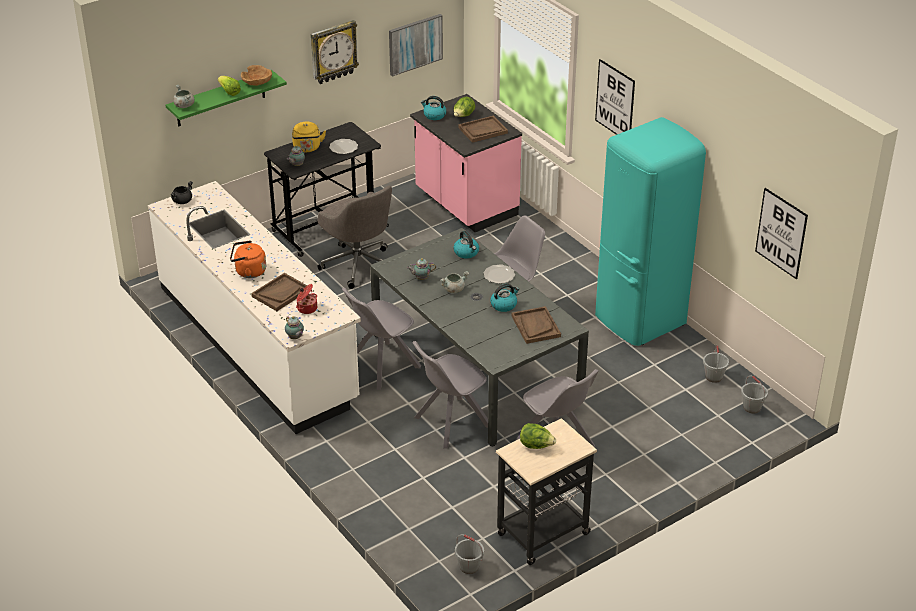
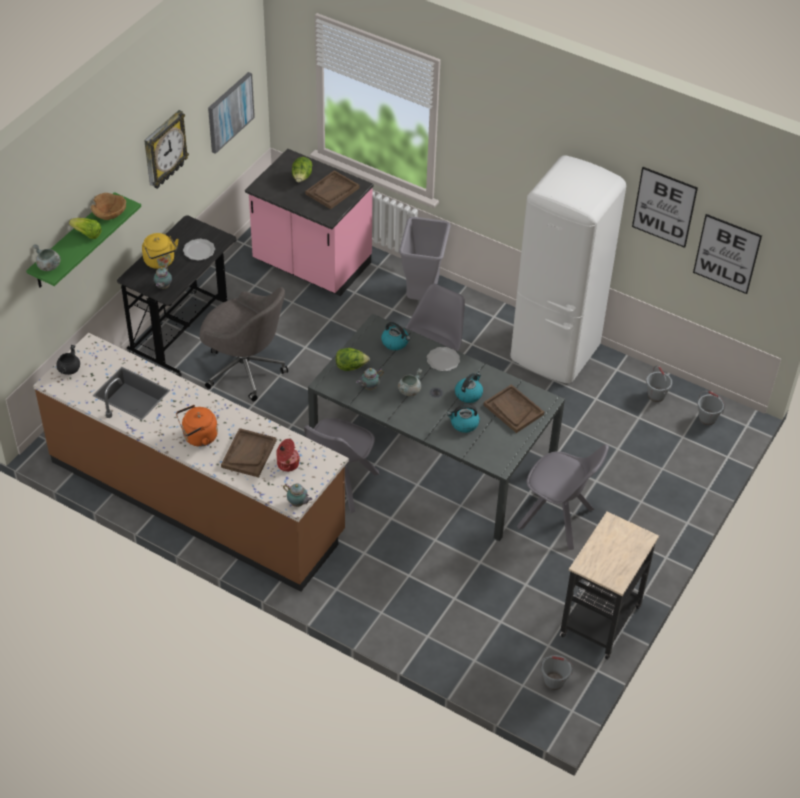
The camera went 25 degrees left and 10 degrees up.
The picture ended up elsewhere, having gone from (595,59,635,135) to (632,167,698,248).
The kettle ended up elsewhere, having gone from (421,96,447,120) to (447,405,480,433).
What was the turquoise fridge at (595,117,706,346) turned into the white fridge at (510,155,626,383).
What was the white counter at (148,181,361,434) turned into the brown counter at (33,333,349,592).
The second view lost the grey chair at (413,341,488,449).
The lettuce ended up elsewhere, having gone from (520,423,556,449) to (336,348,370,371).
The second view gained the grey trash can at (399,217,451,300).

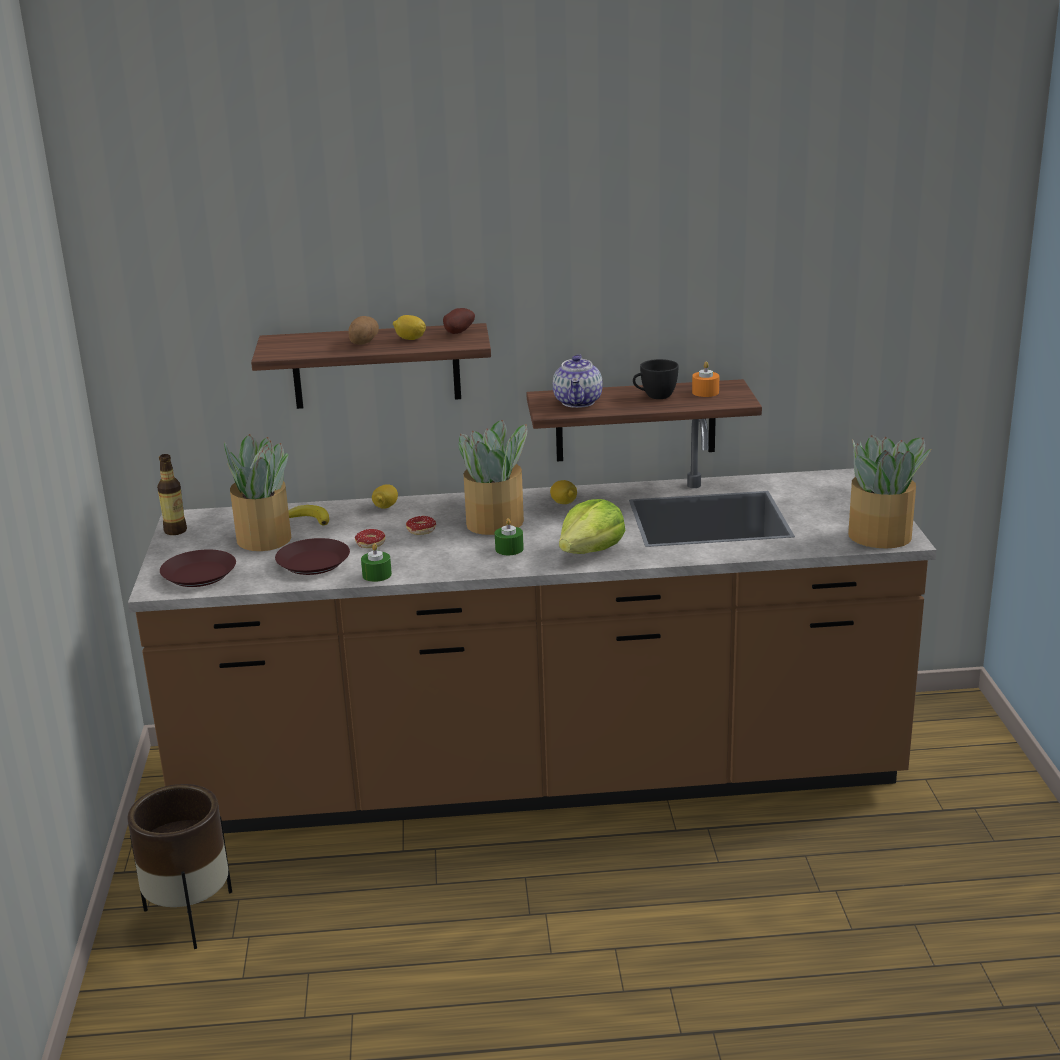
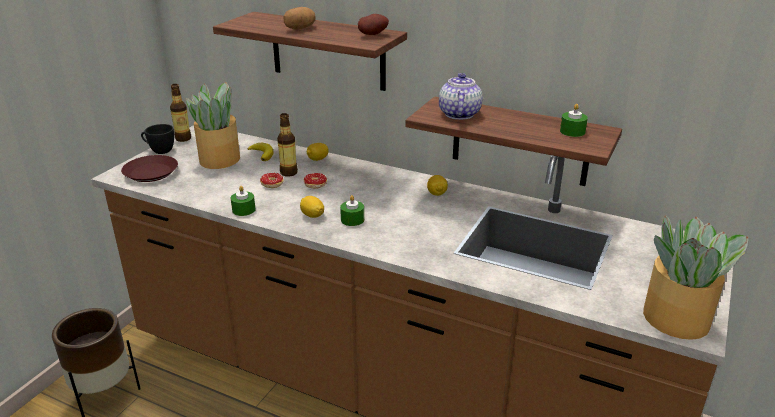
The camera went 30 degrees right and 5 degrees up.
The lemon ended up elsewhere, having gone from (393,315,426,340) to (300,196,324,218).
The teapot at (553,354,603,408) ended up facing another way, 150 degrees clockwise from before.
The black cup ended up elsewhere, having gone from (633,359,679,399) to (141,124,174,154).
What was the orange candle at (692,362,719,397) turned into the green candle at (560,104,588,137).
The second view lost the potted plant at (459,420,527,535).
The second view lost the lettuce at (559,499,626,554).
The second view lost the brown plate at (275,538,350,575).
The second view gained the bottle at (277,113,298,177).

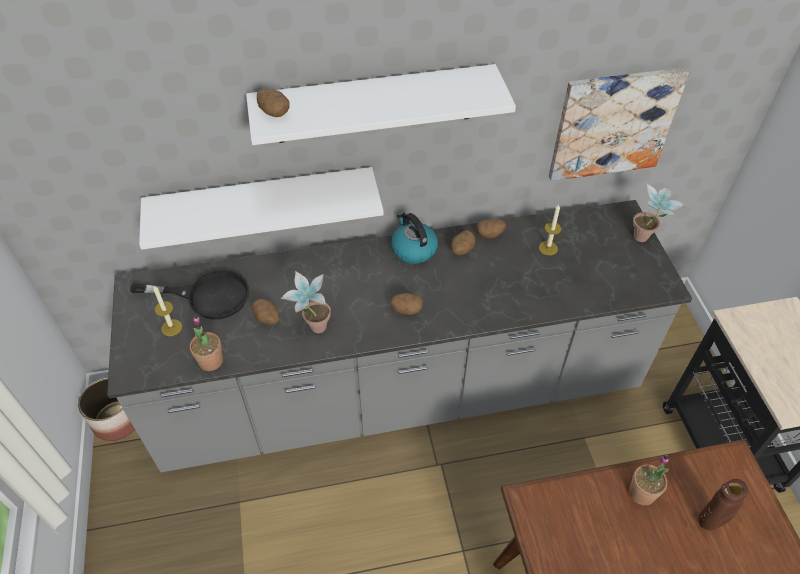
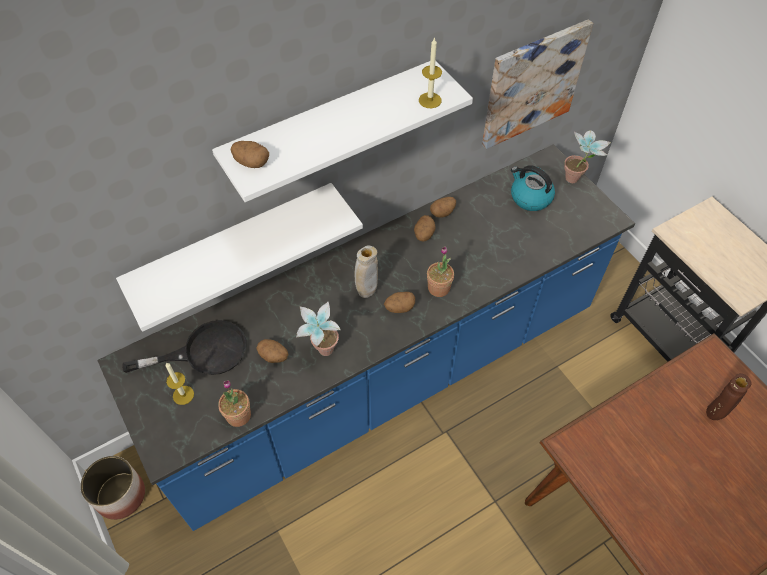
The camera went 20 degrees left and 5 degrees up.
What was the grey counter at (107,200,692,472) turned into the blue counter at (98,144,635,531).
The candle ended up elsewhere, having gone from (539,204,561,255) to (419,37,442,108).
The kettle ended up elsewhere, having gone from (391,212,438,264) to (511,165,555,211).
The potted plant ended up elsewhere, having gone from (629,455,669,505) to (427,246,454,297).
The second view gained the beige vase at (355,246,378,298).

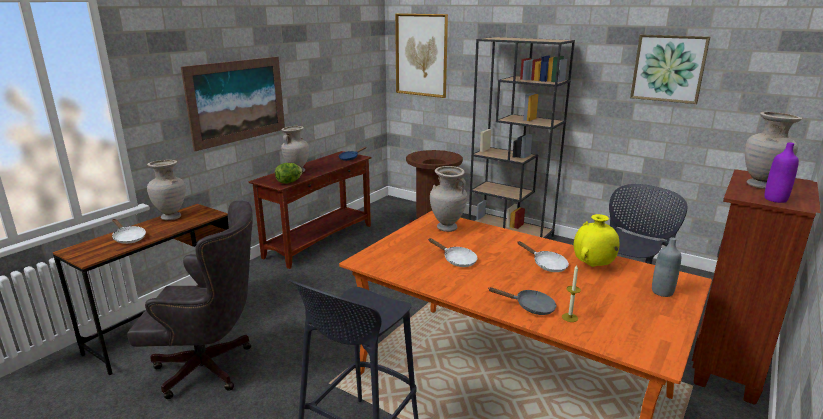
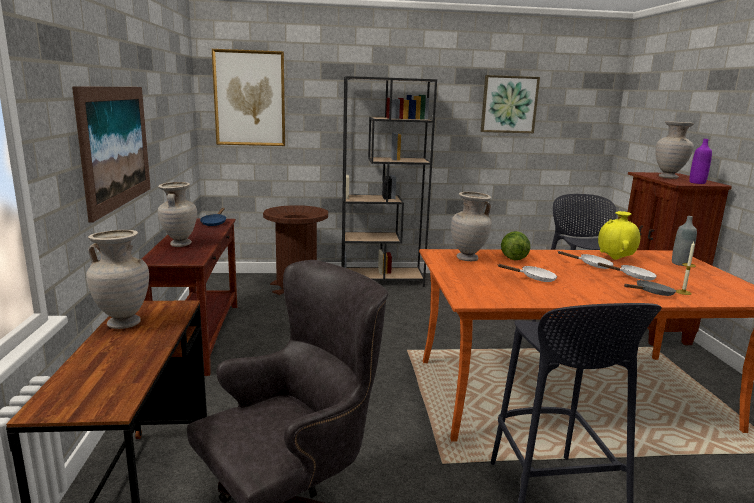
The camera went 40 degrees left and 5 degrees down.
The lettuce ended up elsewhere, having gone from (275,163,303,183) to (501,231,530,260).
The white frying pan ended up elsewhere, having gone from (112,219,146,244) to (598,263,657,281).

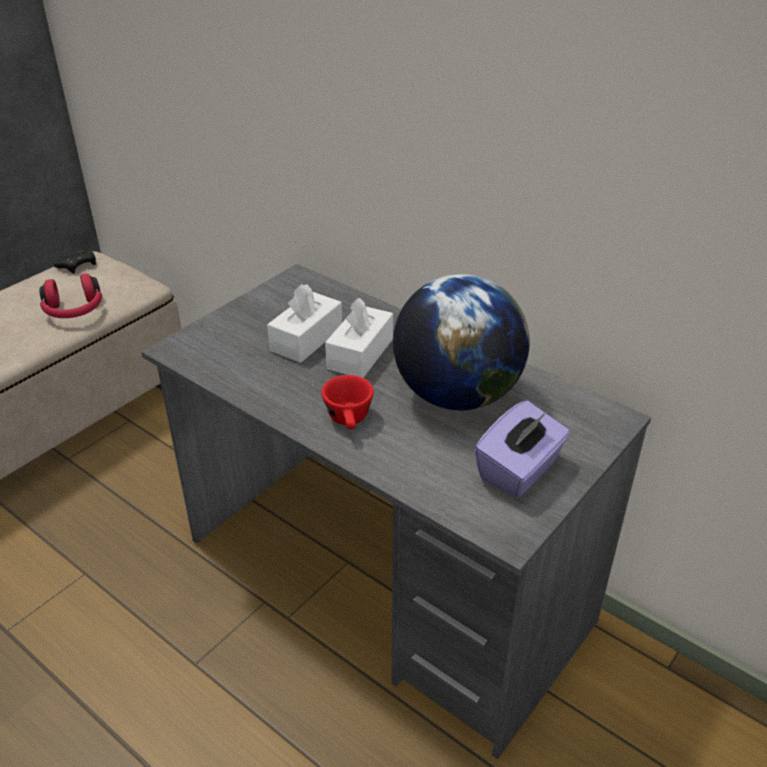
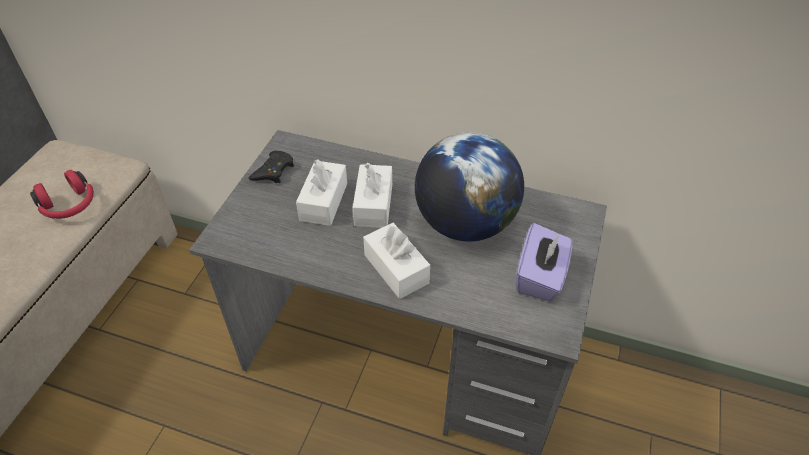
The camera went 20 degrees left and 10 degrees up.
The black game controller ended up elsewhere, having gone from (54,250,96,273) to (249,151,294,183).
Where the red cup stood at (321,375,374,429), the white tissue box came to stand at (363,223,430,299).

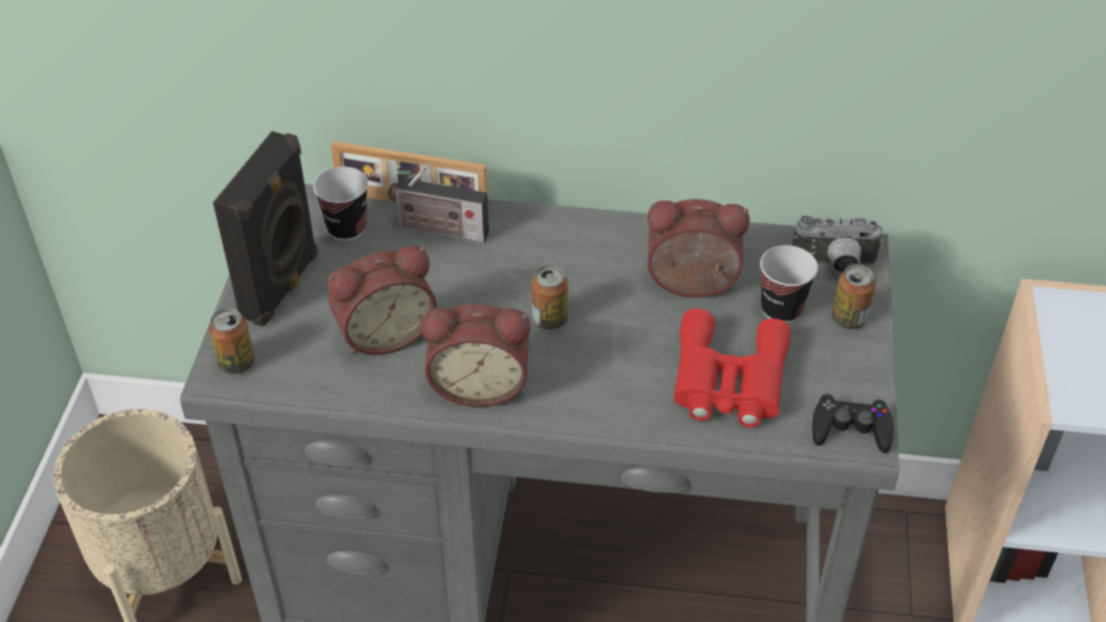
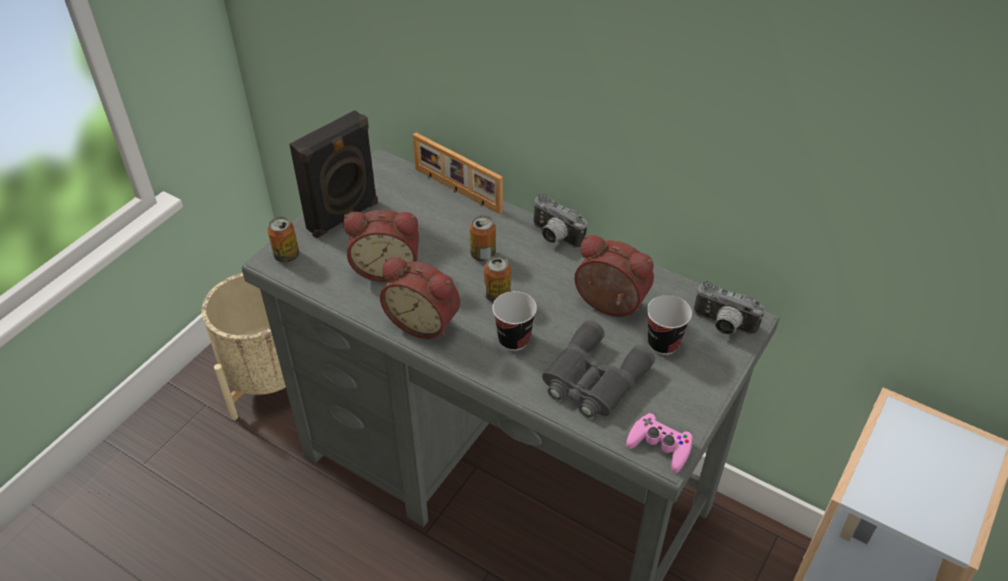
The camera went 25 degrees right and 0 degrees up.
The second view lost the radio at (388,165,489,243).
The cup ended up elsewhere, having gone from (313,167,368,241) to (492,291,537,351).
The can ended up elsewhere, having gone from (832,264,876,329) to (470,215,496,261).
What was the red binoculars at (674,309,791,428) turned into the grey binoculars at (542,320,655,418).
What was the black game controller at (812,393,894,453) turned into the pink game controller at (626,412,692,473).
The second view gained the photo camera at (532,193,587,249).

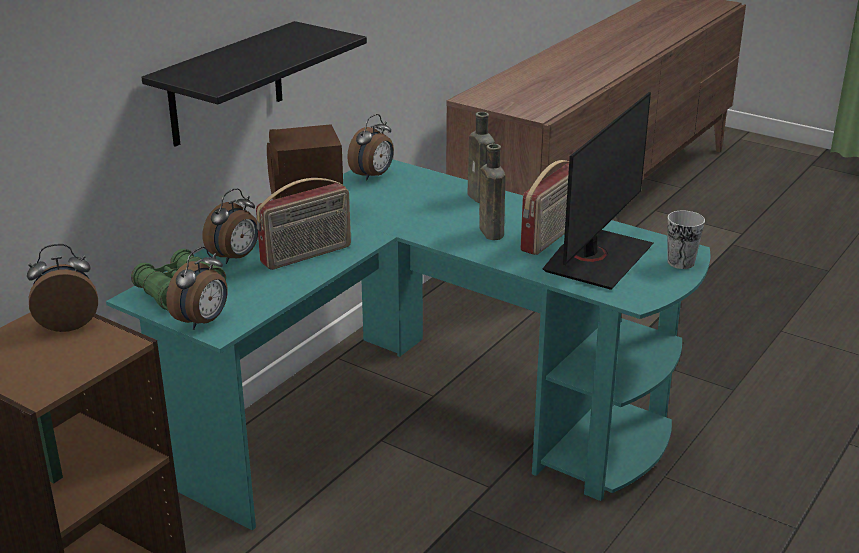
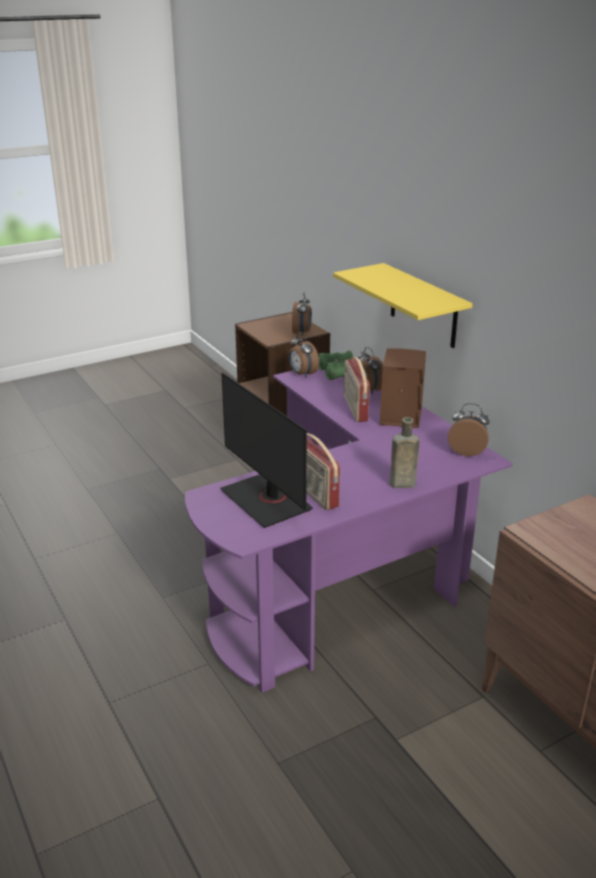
The camera went 115 degrees right and 0 degrees up.
What was the black shelf at (141,21,367,147) turned into the yellow shelf at (333,263,473,348).
The alarm clock at (347,114,394,181) ended up facing another way, 135 degrees clockwise from before.
The second view lost the brown bottle at (479,144,506,240).
What was the turquoise desk at (106,159,710,530) turned into the purple desk at (185,368,513,693).
The second view lost the cup at (668,211,705,269).

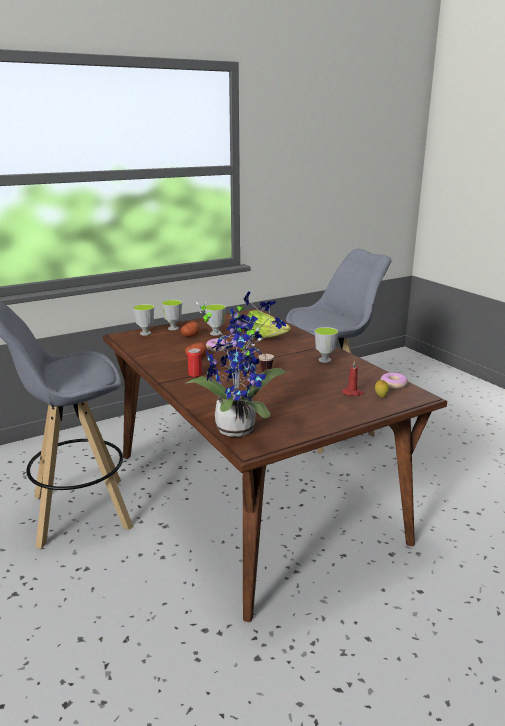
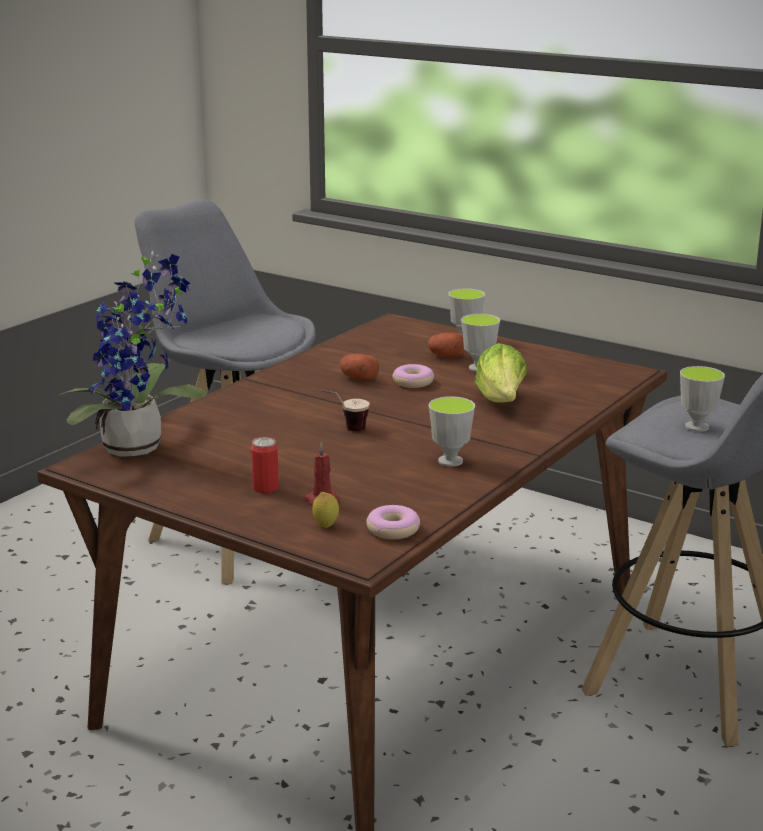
The camera went 65 degrees right and 0 degrees up.
The cup ended up elsewhere, having gone from (133,304,154,336) to (680,366,725,432).
The can ended up elsewhere, having gone from (188,348,202,377) to (251,437,279,493).

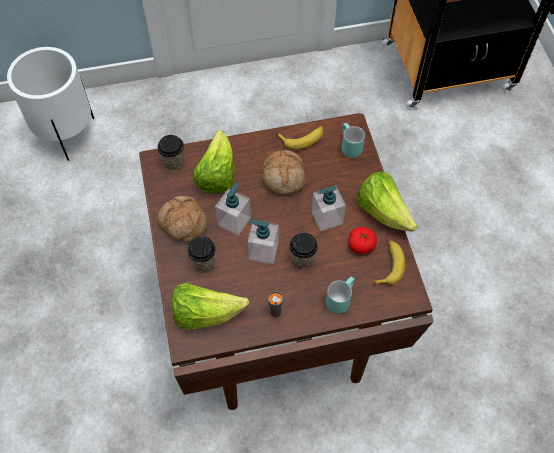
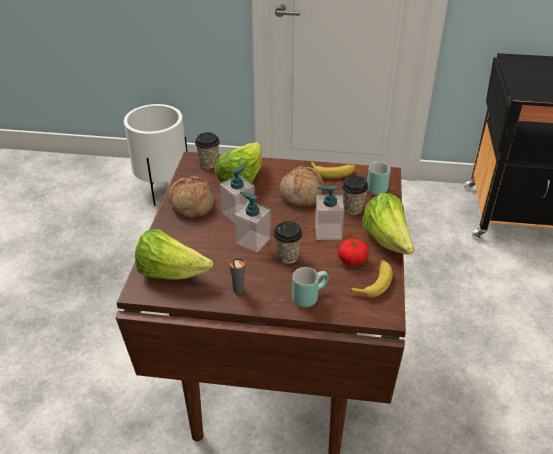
The camera went 20 degrees right and 20 degrees down.
The cup ended up elsewhere, having gone from (187,237,216,273) to (341,175,368,215).

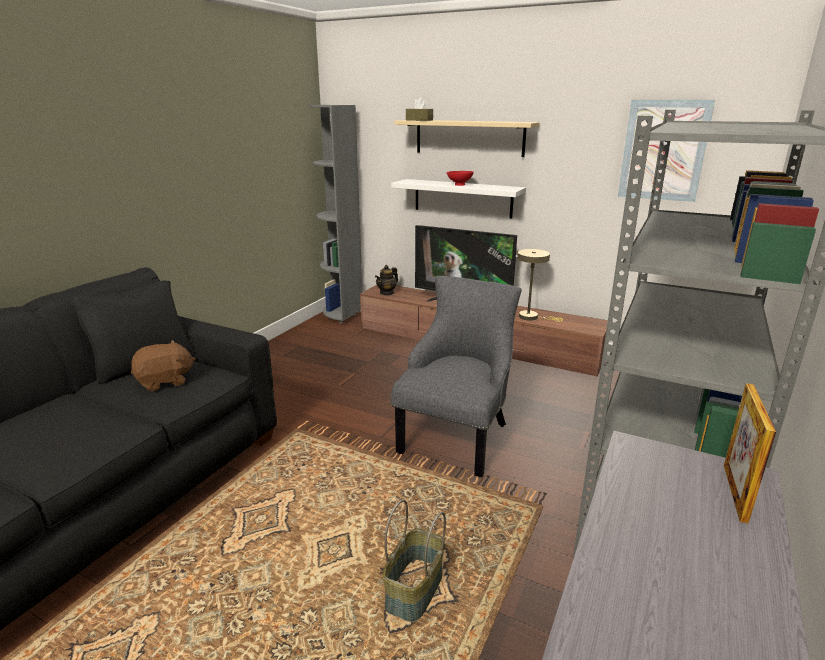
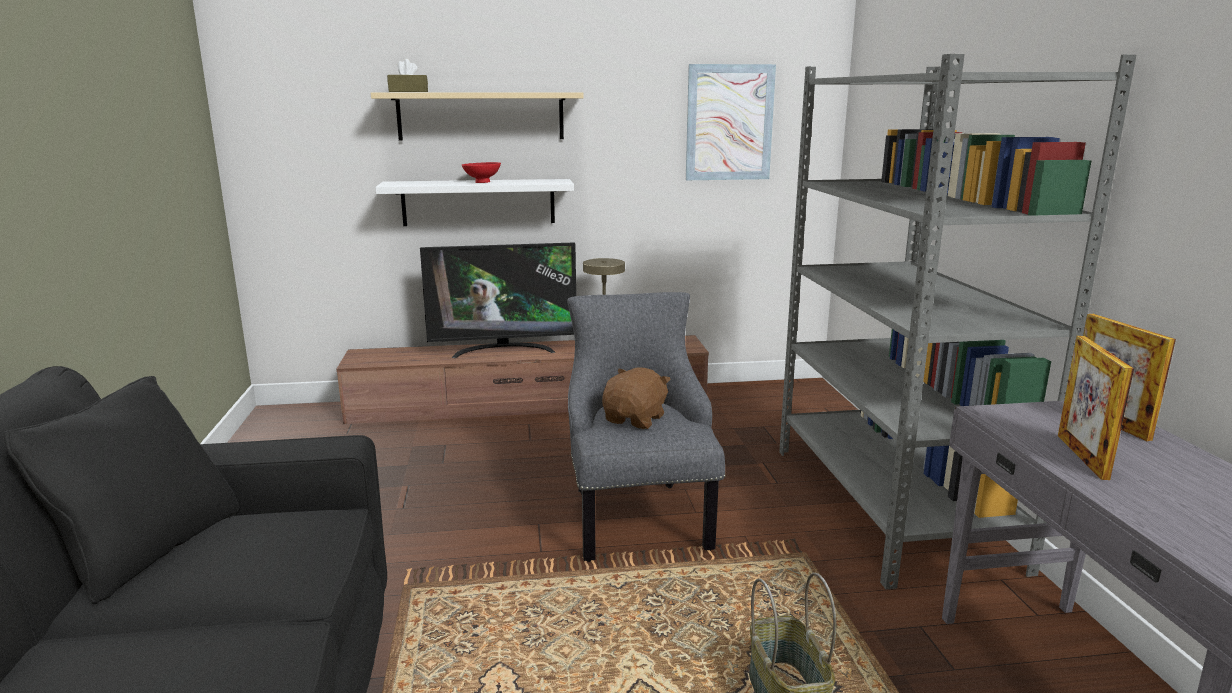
The camera went 35 degrees left and 5 degrees down.
The second view lost the grey bookcase at (309,105,362,324).
The second view lost the teapot at (375,265,398,295).
The brown plush toy ended up elsewhere, having gone from (131,340,195,391) to (602,367,671,429).
The second view gained the picture frame at (1058,336,1134,480).

